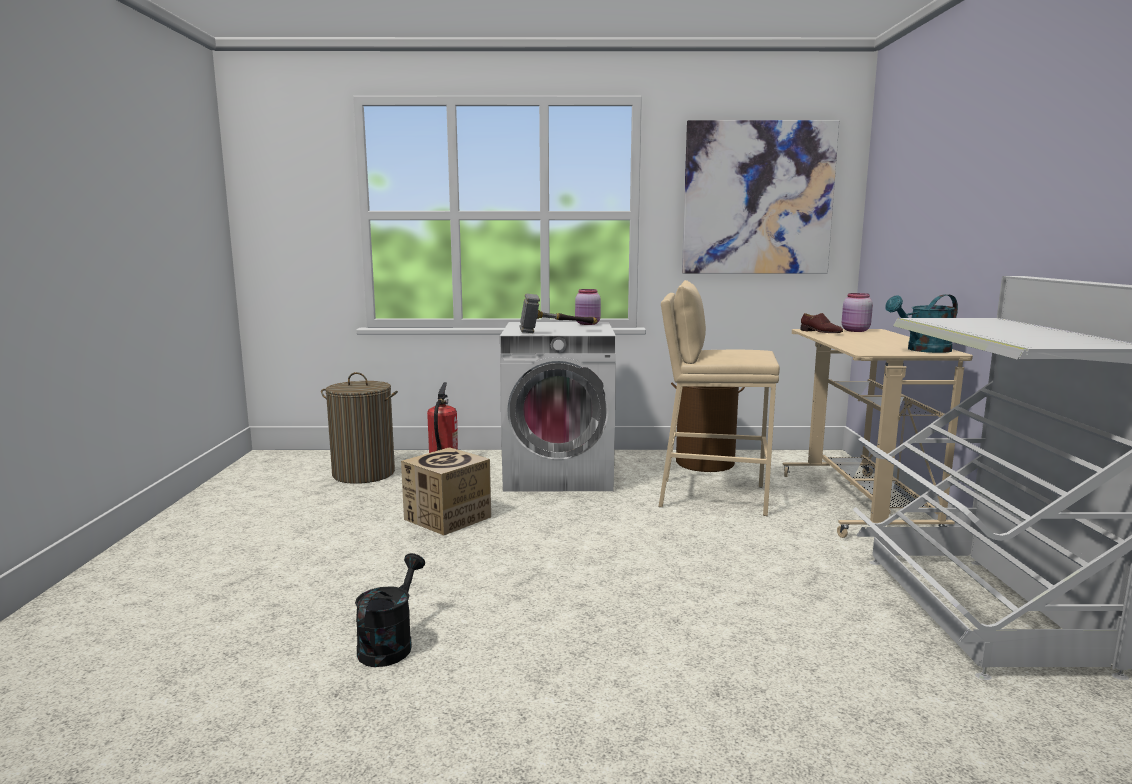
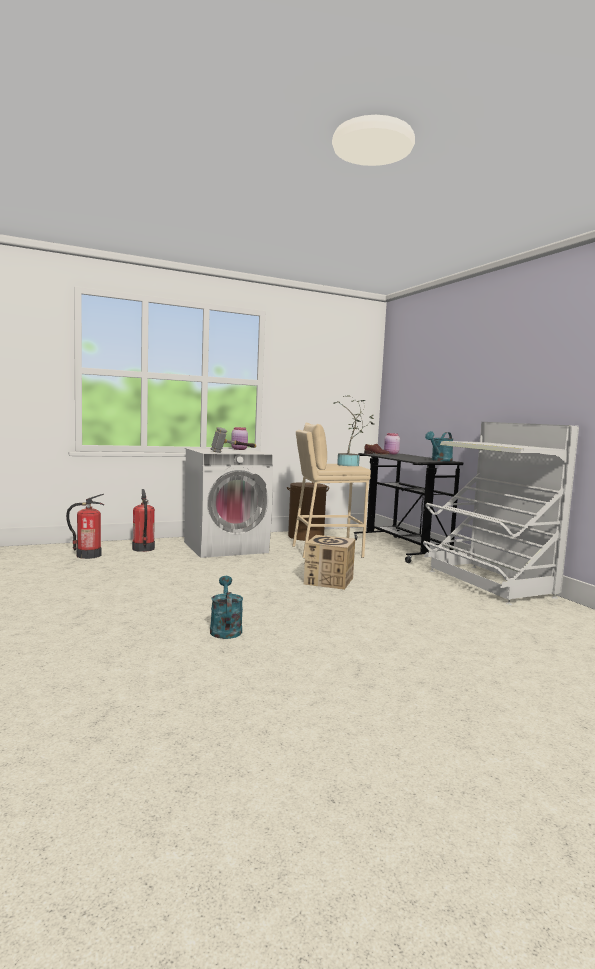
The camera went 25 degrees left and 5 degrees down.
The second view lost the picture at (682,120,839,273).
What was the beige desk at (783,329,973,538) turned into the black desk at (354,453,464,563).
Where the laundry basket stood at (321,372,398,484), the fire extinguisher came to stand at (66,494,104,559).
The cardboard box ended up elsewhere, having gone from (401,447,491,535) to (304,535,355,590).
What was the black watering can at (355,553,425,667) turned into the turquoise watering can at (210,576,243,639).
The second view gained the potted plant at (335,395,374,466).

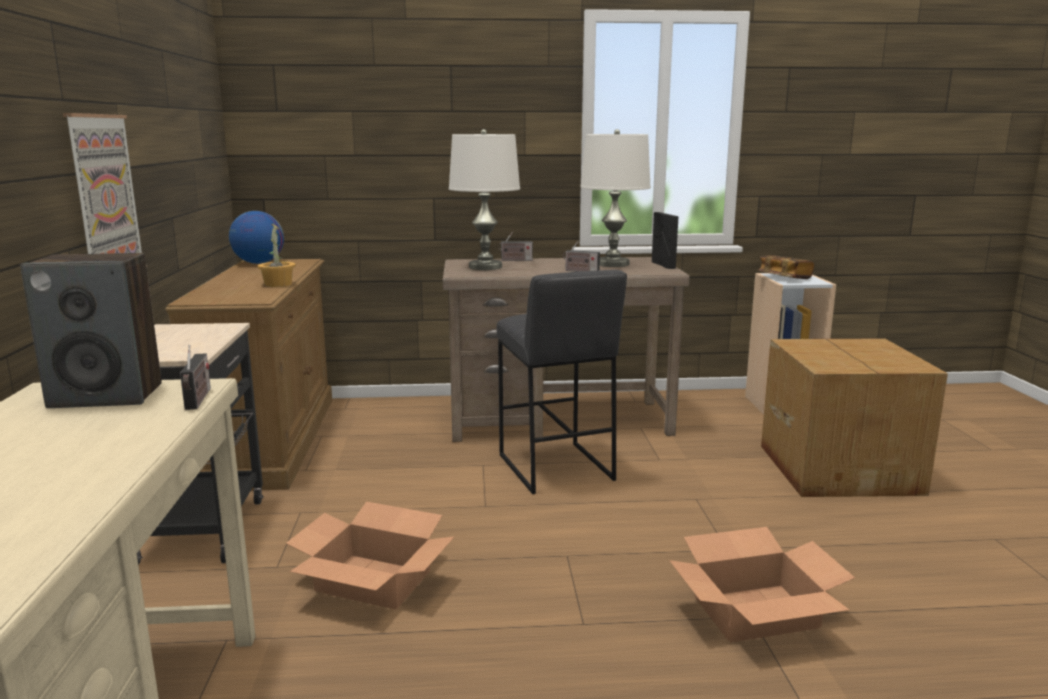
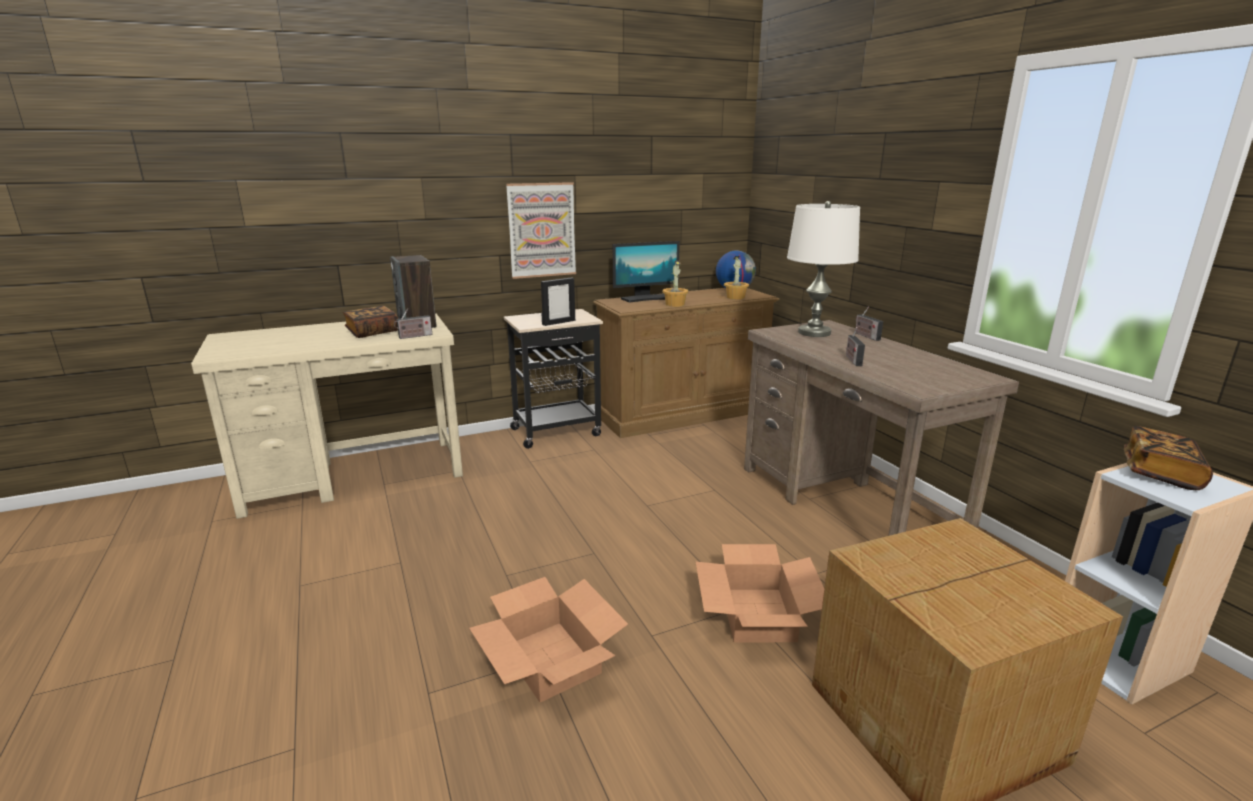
The camera went 70 degrees right and 5 degrees up.
The second view lost the white table lamp at (580,129,651,267).
The picture frame ended up elsewhere, having gone from (652,212,679,269) to (541,277,575,326).
The second view lost the grey stool at (497,270,627,494).
The cardboard box ended up elsewhere, having gone from (286,502,455,610) to (696,544,824,642).
The second view gained the monitor at (613,241,680,303).
The second view gained the potted plant at (724,256,749,300).
The second view gained the book at (343,306,398,338).

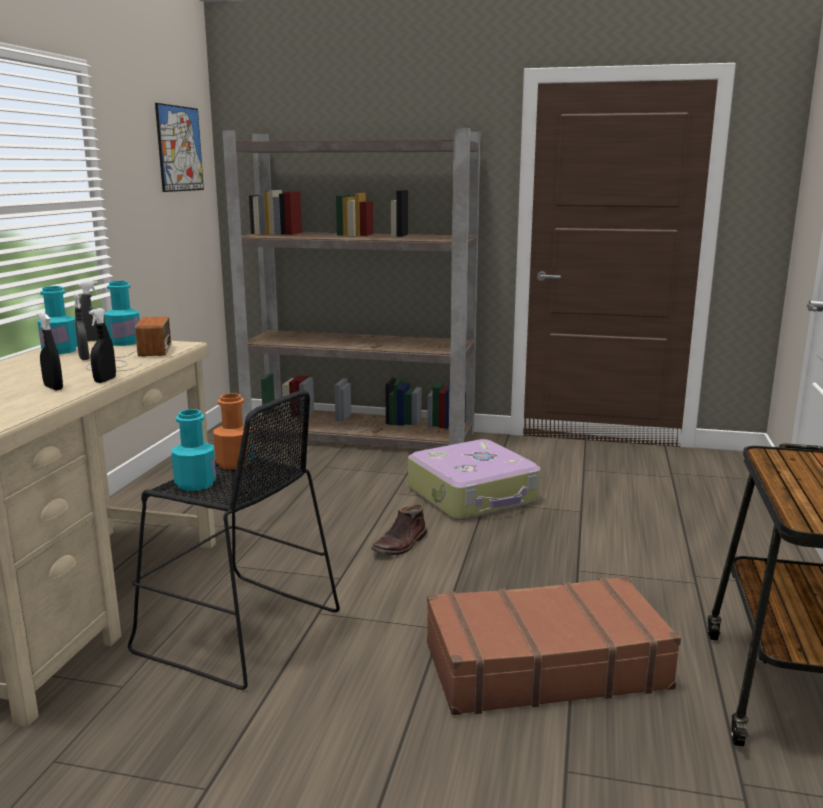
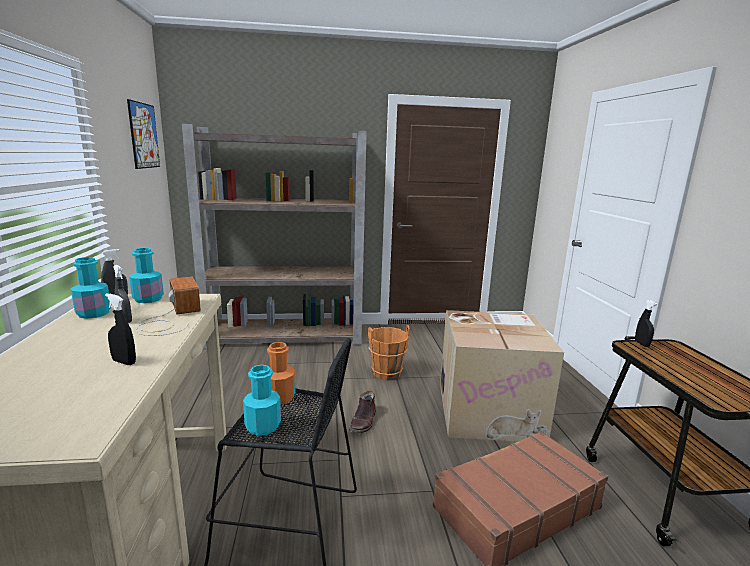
The camera went 20 degrees left and 0 degrees up.
The black spray bottle ended up elsewhere, having gone from (89,308,116,383) to (635,300,658,347).
Where the suitcase stood at (408,439,541,520), the orange bucket came to stand at (368,325,410,381).
The second view gained the cardboard box at (440,310,564,442).

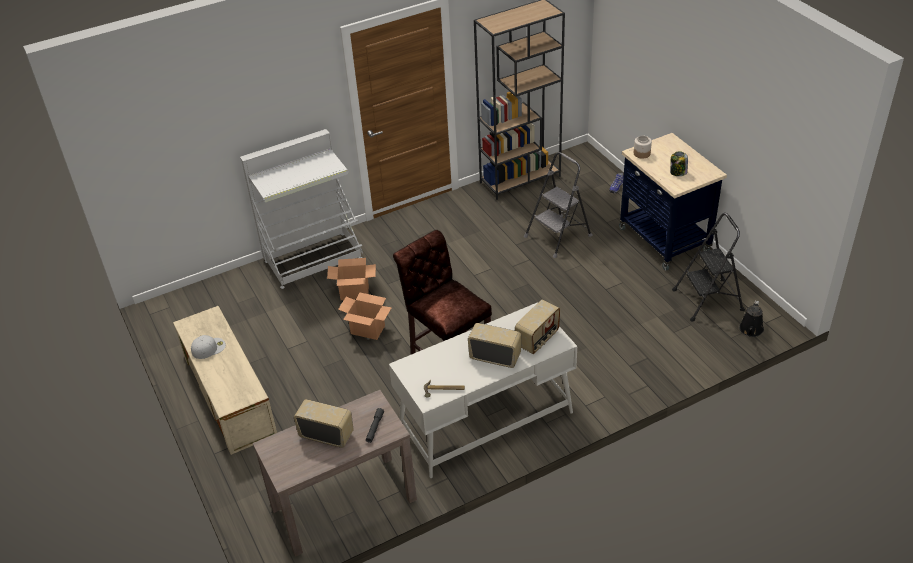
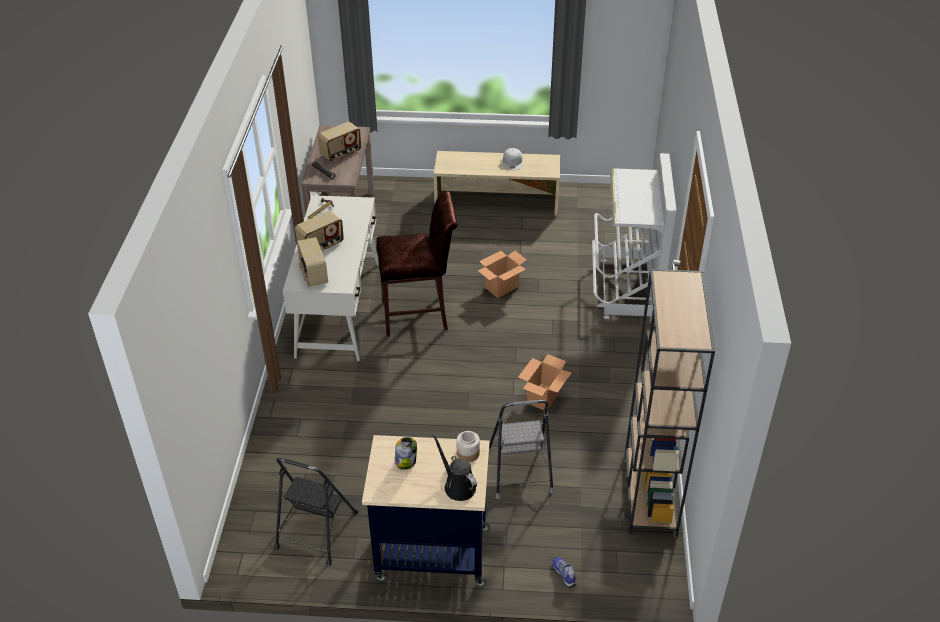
The camera went 120 degrees right and 0 degrees up.
The cardboard box ended up elsewhere, having gone from (327,258,376,300) to (518,354,572,410).
The black watering can ended up elsewhere, having gone from (739,301,764,337) to (432,434,477,501).

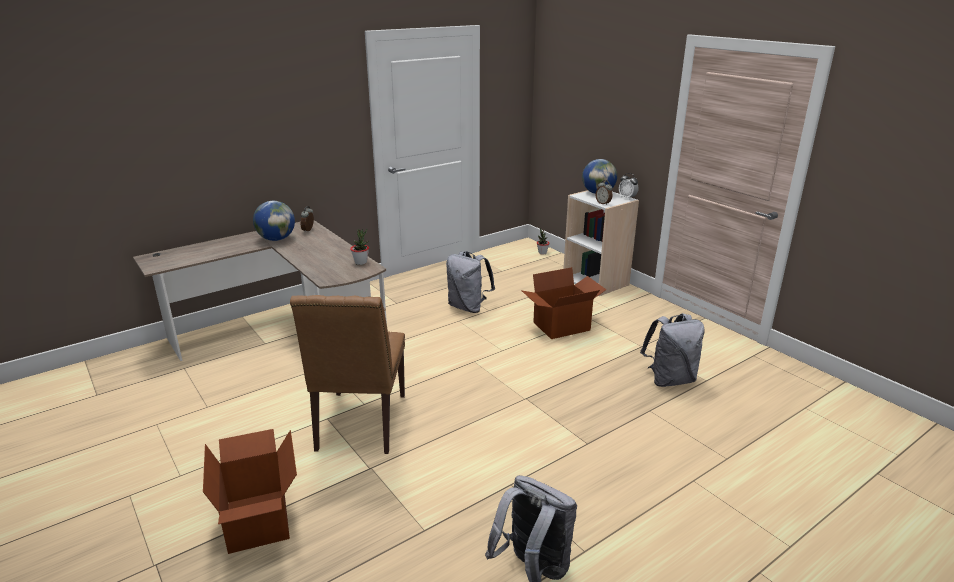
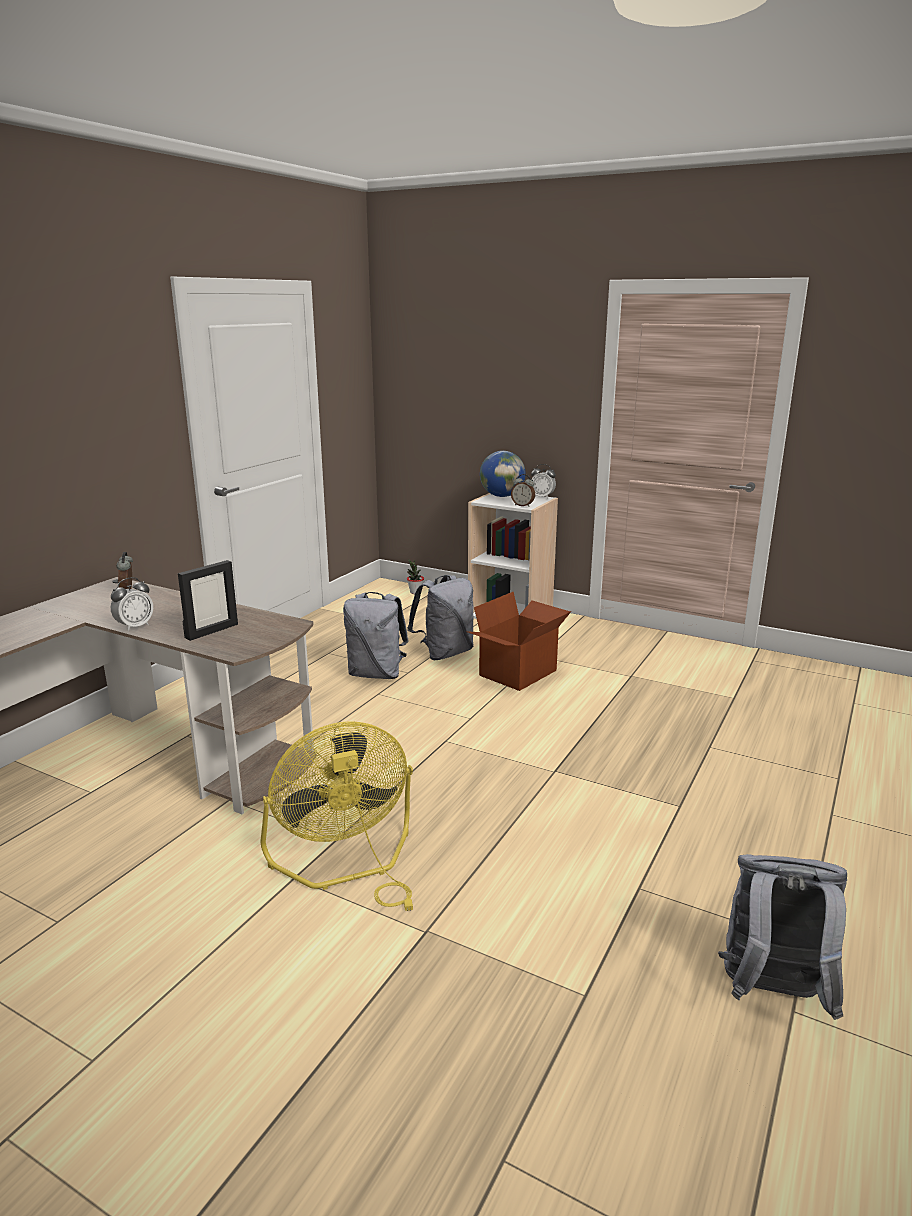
The camera went 25 degrees left and 5 degrees down.
The second view lost the globe at (253,201,295,241).
The second view lost the potted plant at (350,229,369,265).
Where the brown chair stood at (290,295,405,454), the yellow fan came to stand at (260,722,413,911).
The grey backpack ended up elsewhere, having gone from (640,313,704,387) to (407,575,474,660).
The second view lost the cardboard box at (203,429,297,554).
The second view gained the picture frame at (178,560,238,641).
The second view gained the alarm clock at (111,577,153,631).

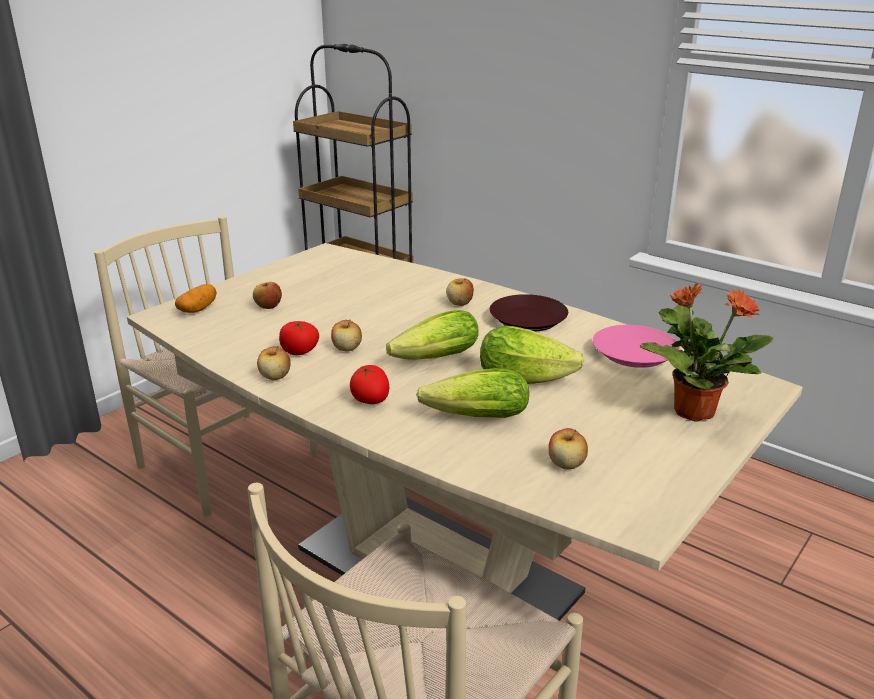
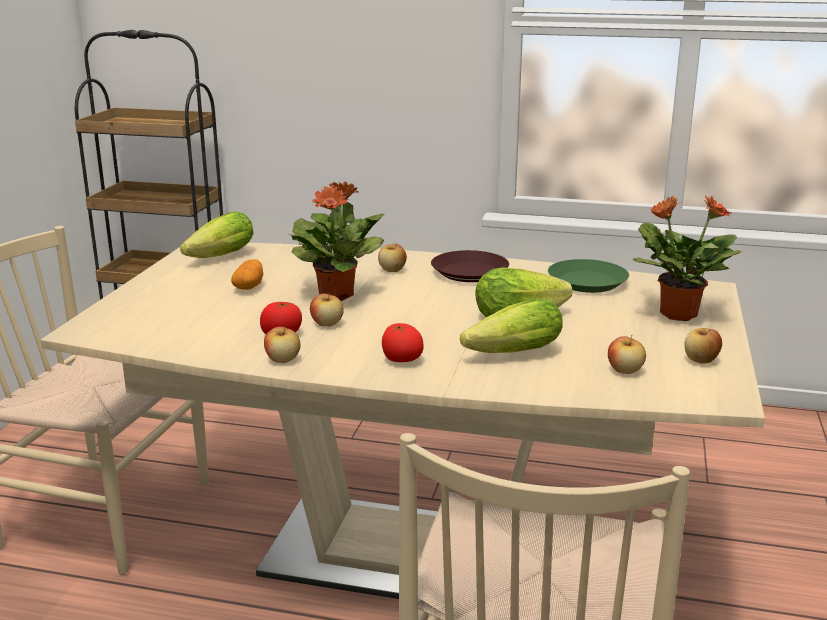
The camera went 25 degrees left and 5 degrees down.
The apple ended up elsewhere, having gone from (253,282,282,309) to (684,328,722,364).
The potato ended up elsewhere, having gone from (175,284,217,313) to (231,259,263,290).
The lettuce ended up elsewhere, having gone from (386,310,478,360) to (180,211,253,258).
What was the pink plate at (593,325,680,368) turned into the green plate at (548,259,629,293).
The second view gained the potted plant at (289,181,384,301).

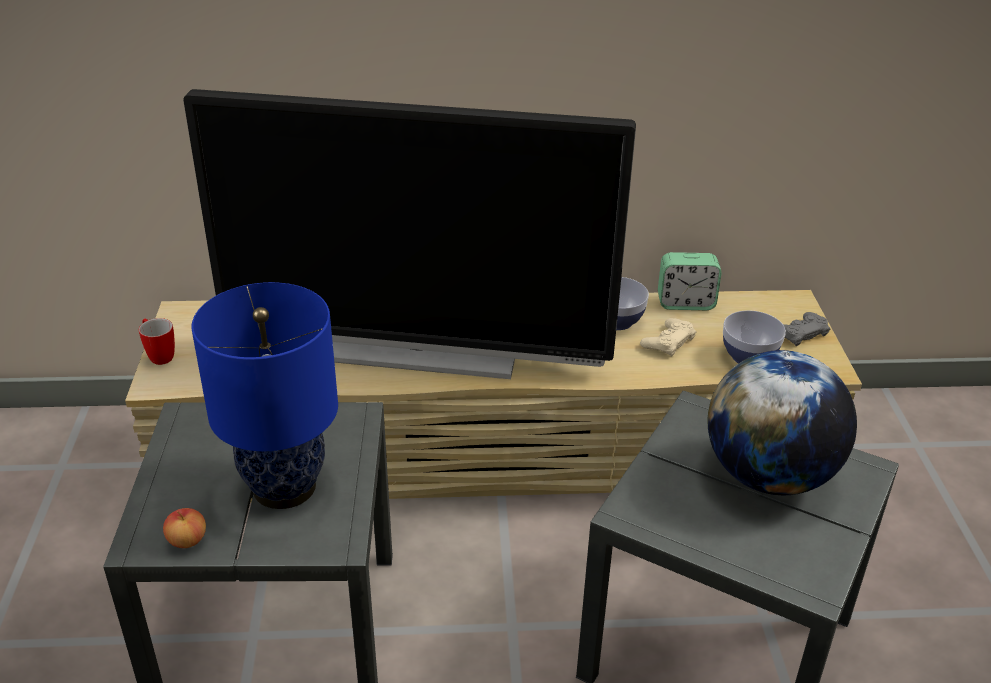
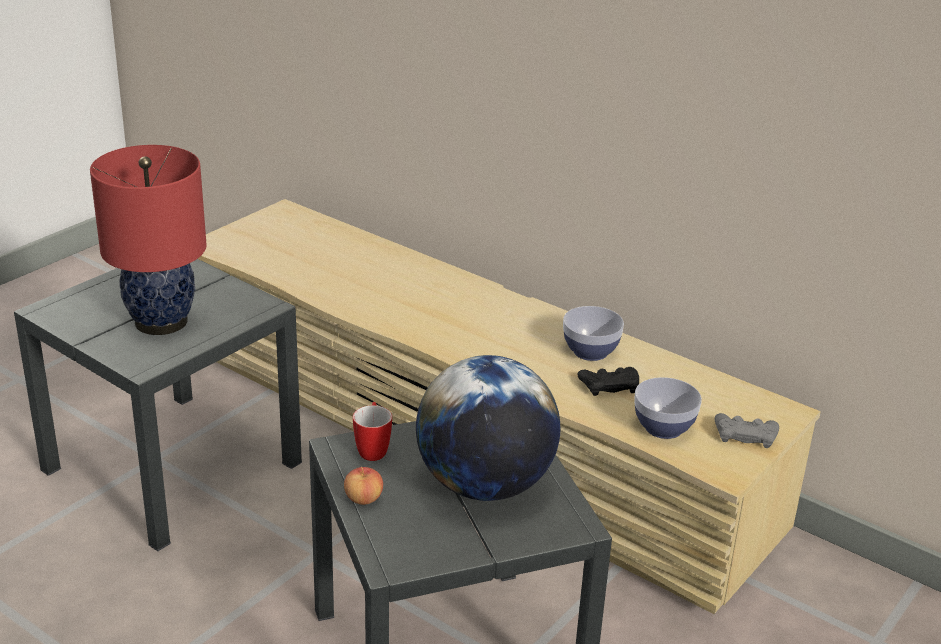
The camera went 40 degrees right and 5 degrees down.
The second view lost the television at (183,89,636,379).
The second view lost the alarm clock at (658,252,722,310).
What was the blue table lamp at (191,282,338,509) turned into the red table lamp at (90,145,207,335).
The mug ended up elsewhere, having gone from (139,318,175,365) to (353,402,392,461).
What was the beige game controller at (640,318,697,357) turned into the black game controller at (577,367,639,396).
The apple ended up elsewhere, having gone from (163,508,206,548) to (344,467,383,505).

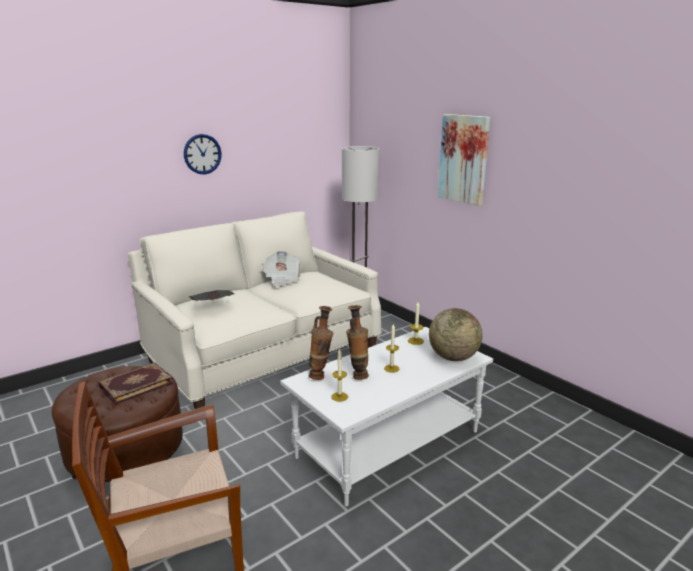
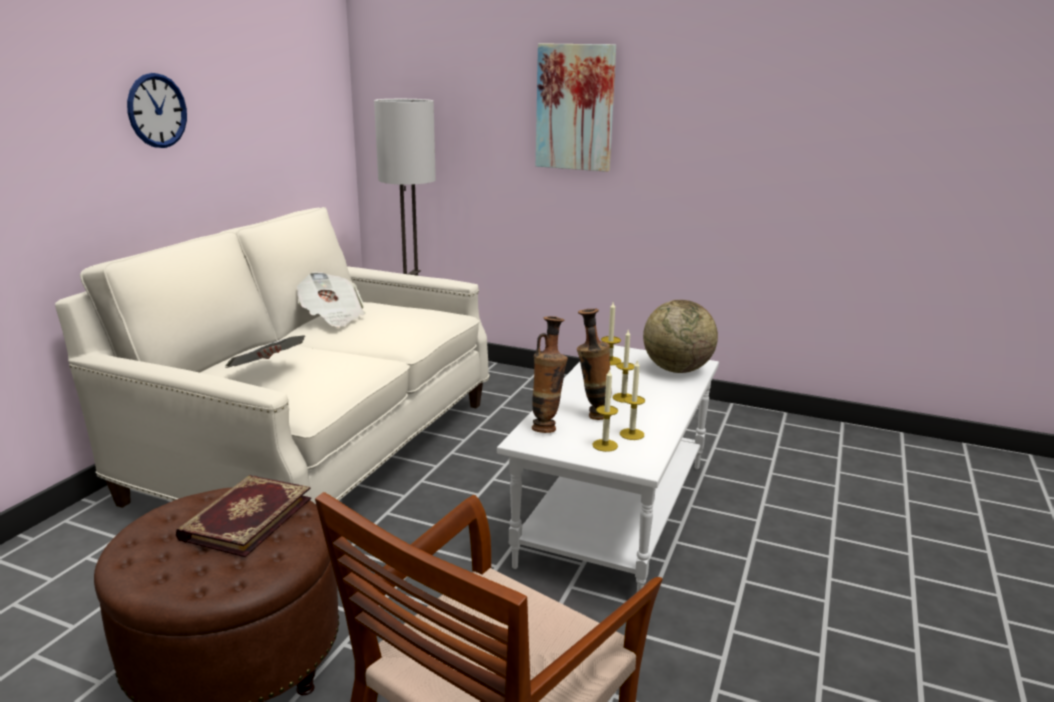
The camera went 30 degrees left and 0 degrees up.
The second view gained the candle at (620,361,645,440).

